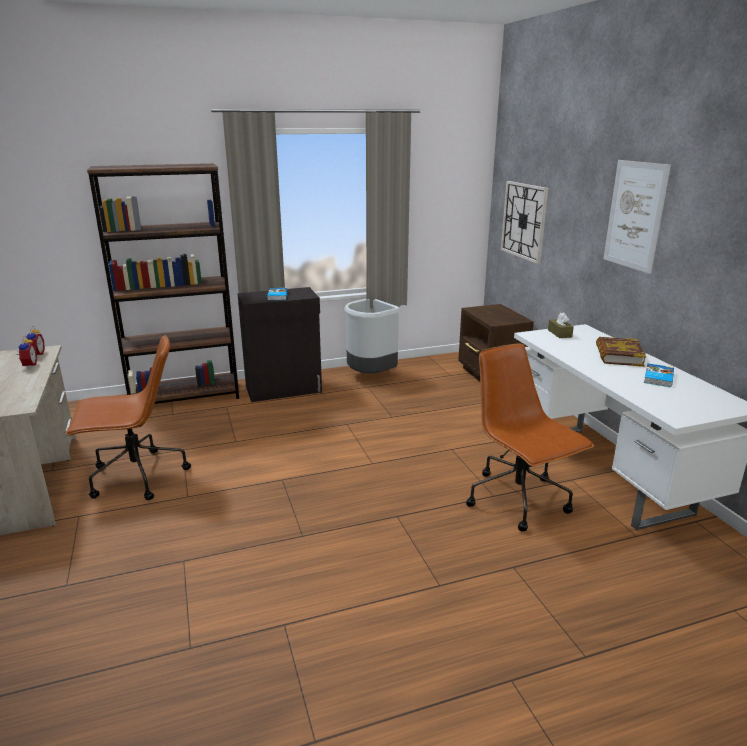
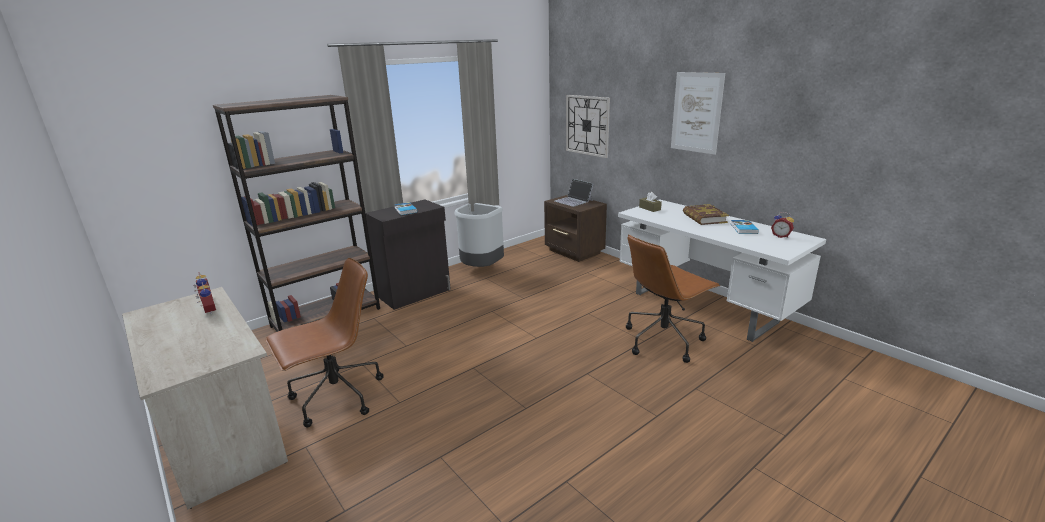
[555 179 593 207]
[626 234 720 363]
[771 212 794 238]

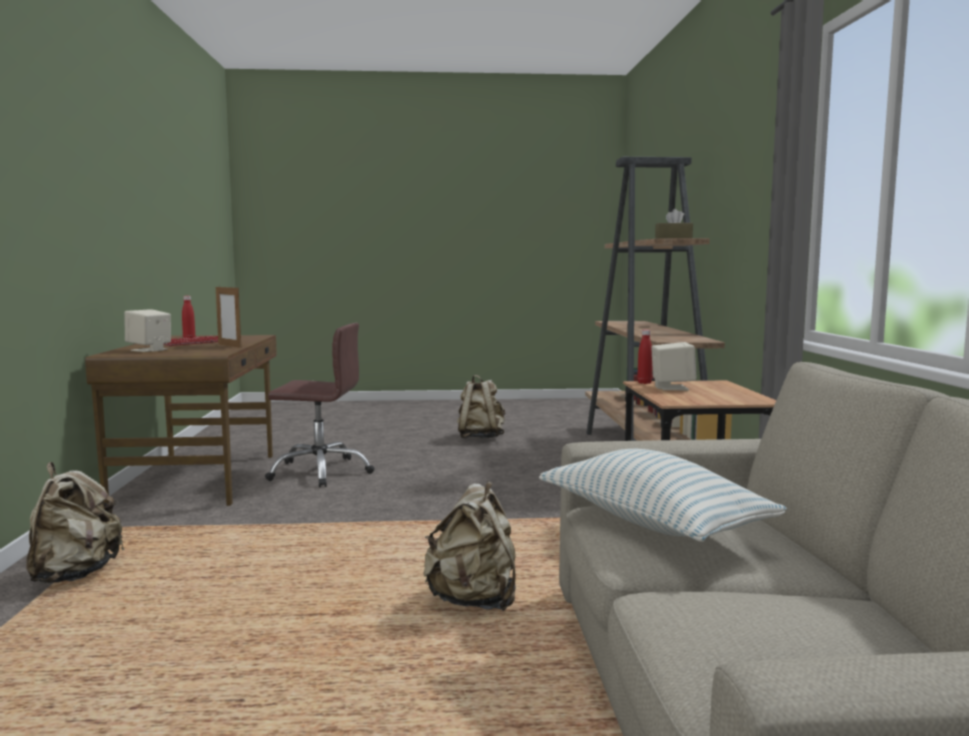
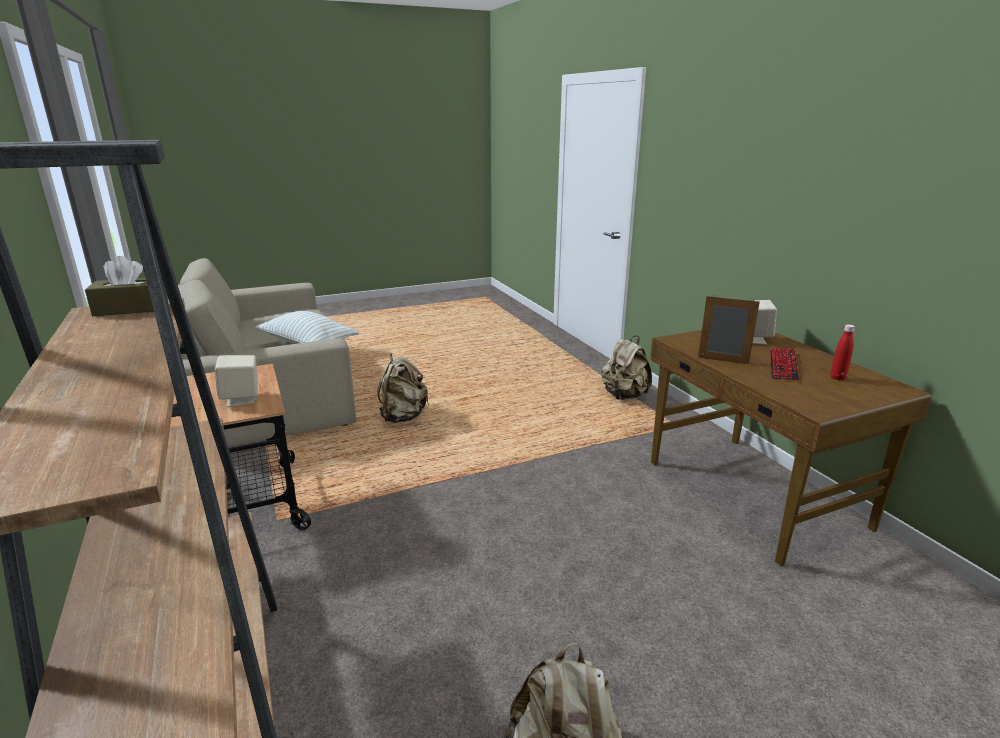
[265 323 375 487] (first image)
[637 330 652 384] (first image)

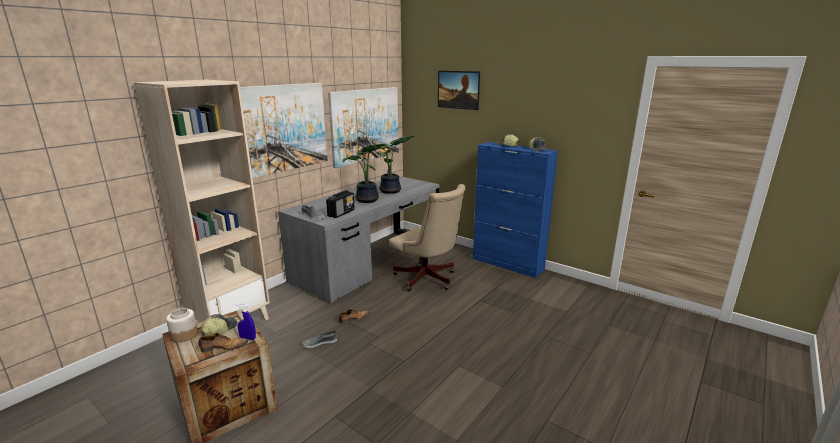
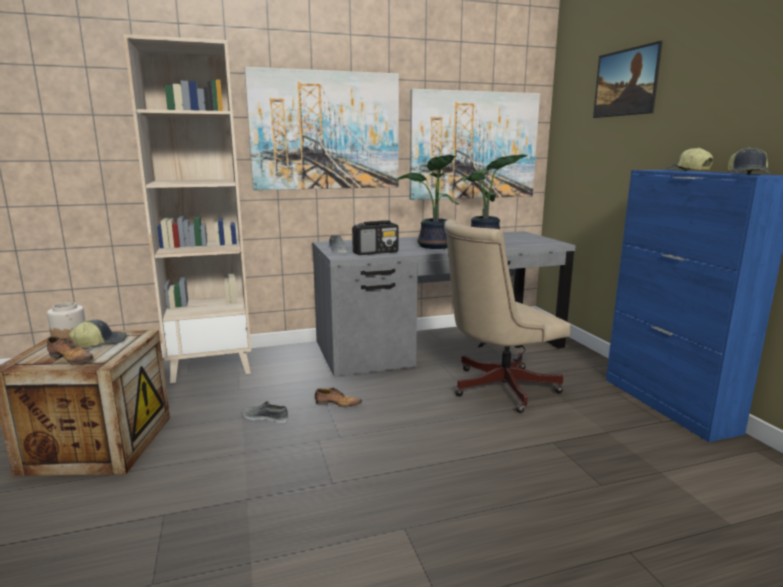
[444 219 570 413]
[236 303 256 340] (first image)

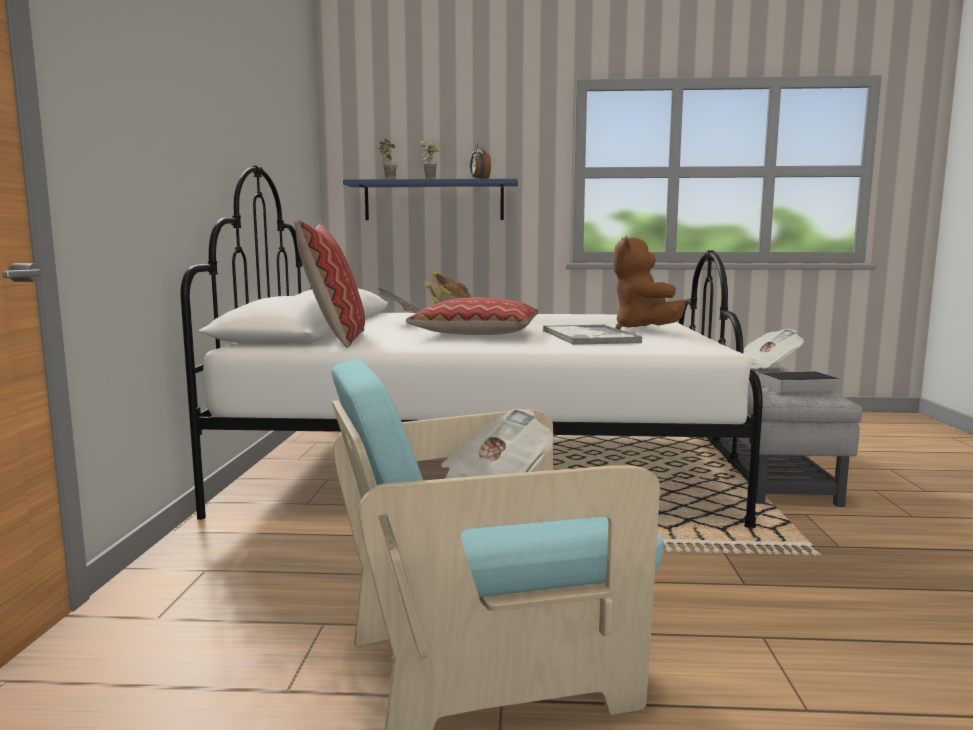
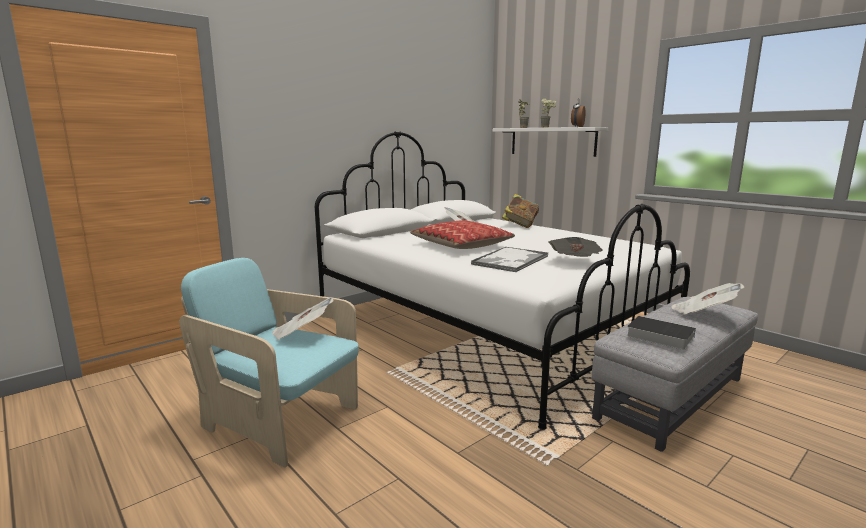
[493 127 608 157]
[549 237 603 257]
[294 220 365 348] (first image)

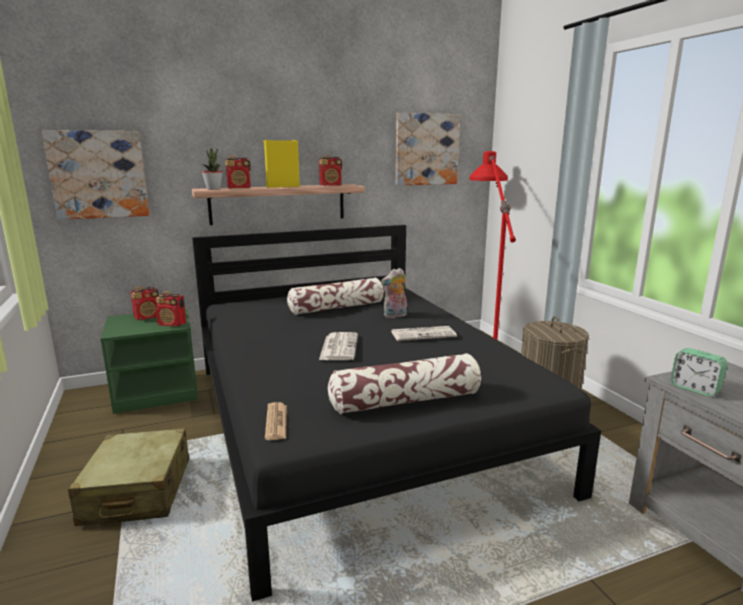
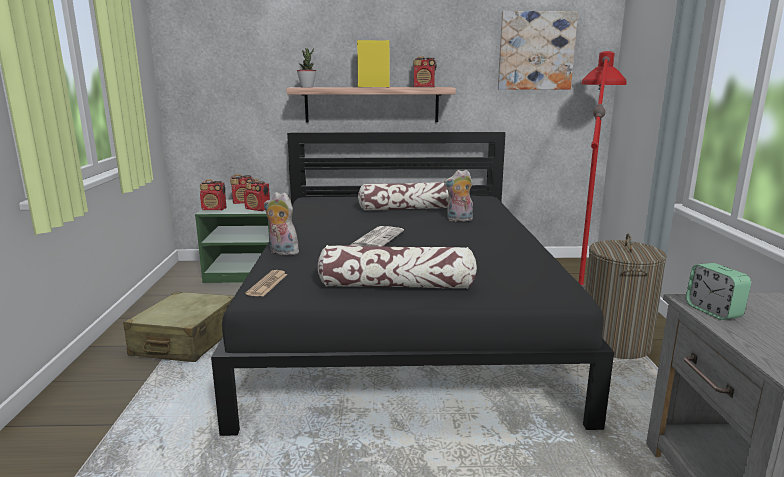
[200 179 226 210]
[264 192 299 256]
[42 130 149 220] (first image)
[391 326 457 341] (first image)

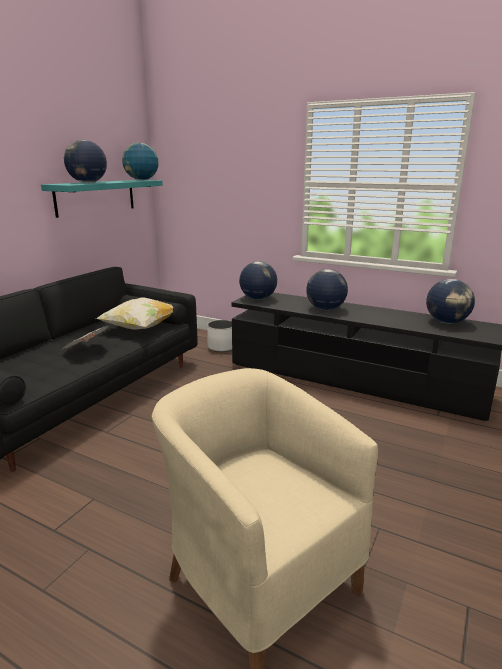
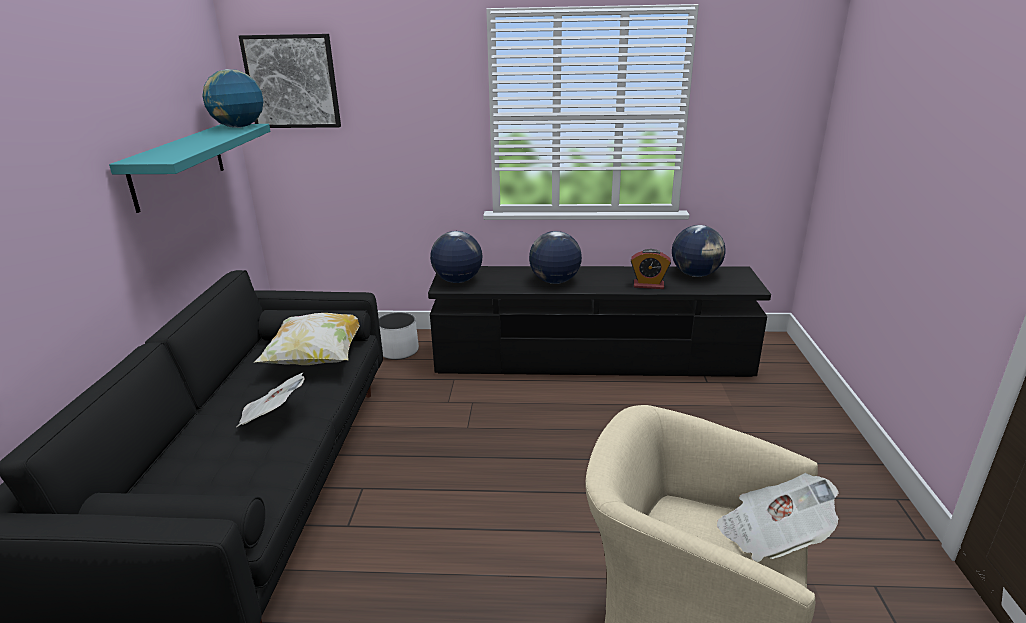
[239 34 341 128]
[631 249 671 289]
[717 473 839 562]
[64 140 107 183] (first image)

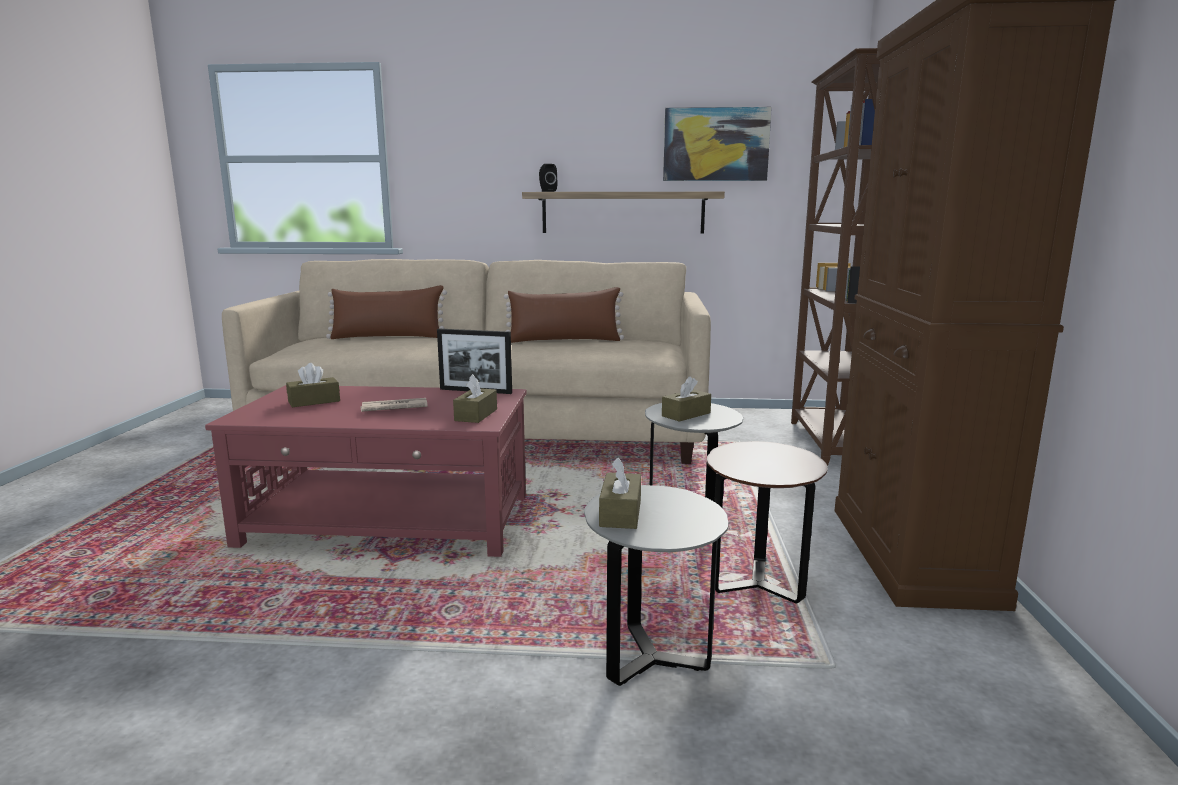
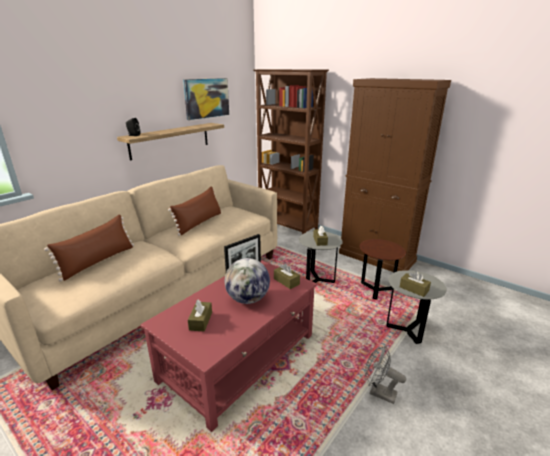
[225 258 270 304]
[365 346 406 404]

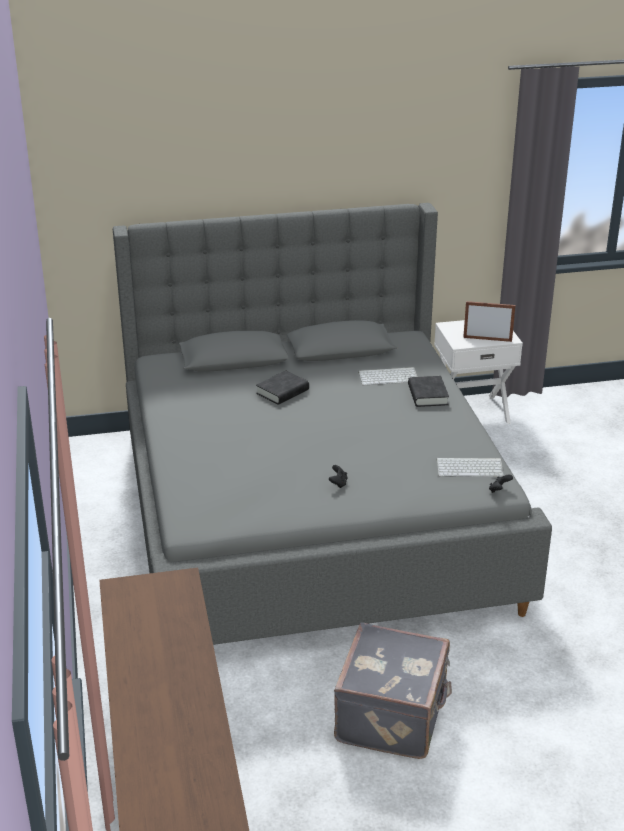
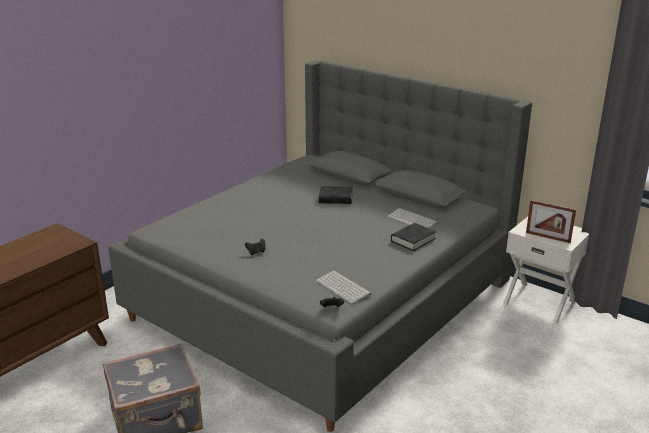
[526 200 576 243]

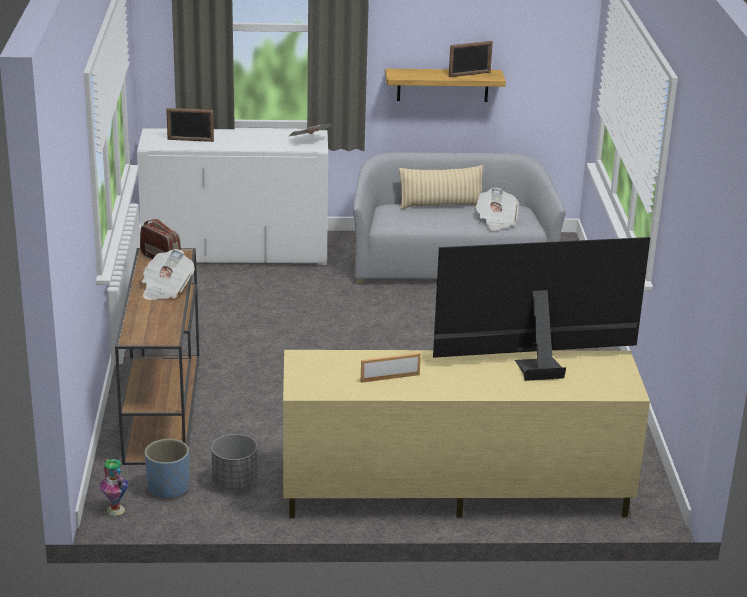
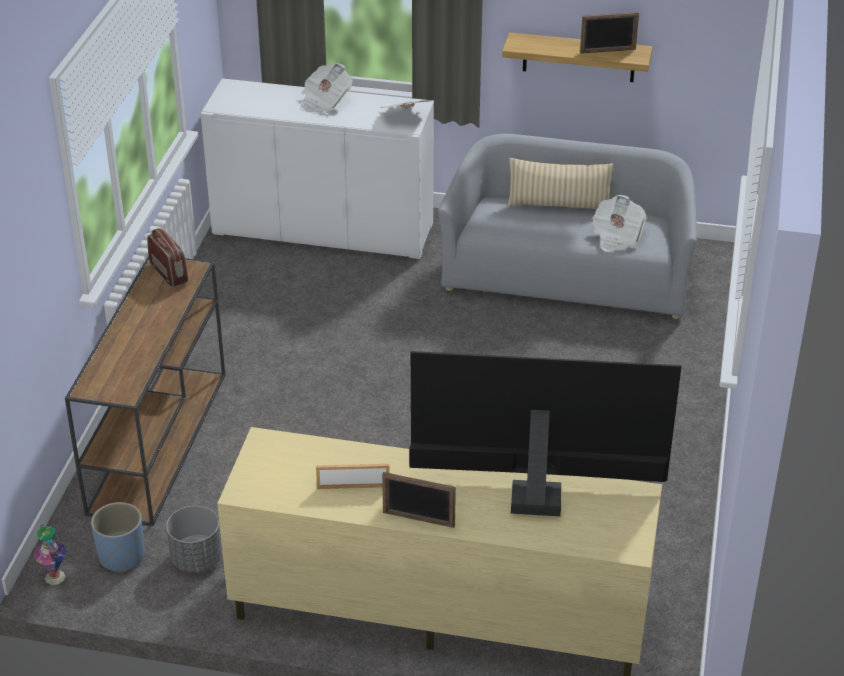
[300 63 352 113]
[382 472 456 528]

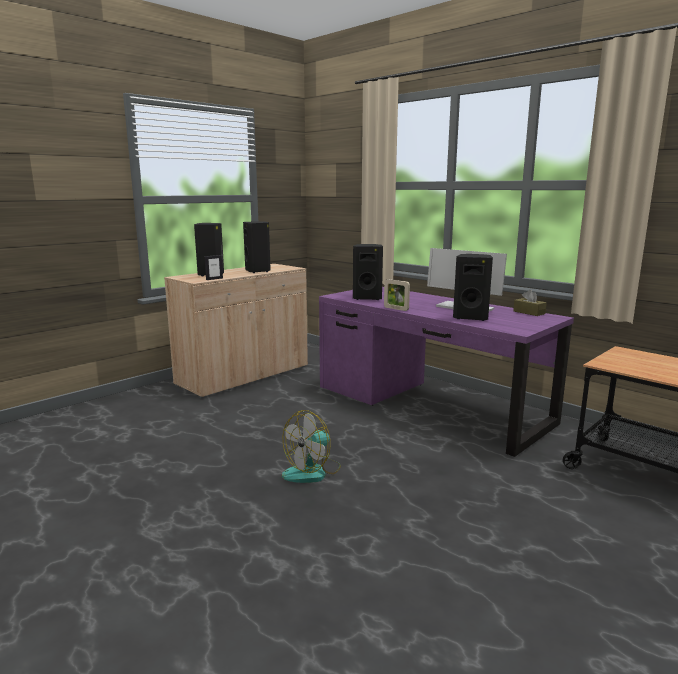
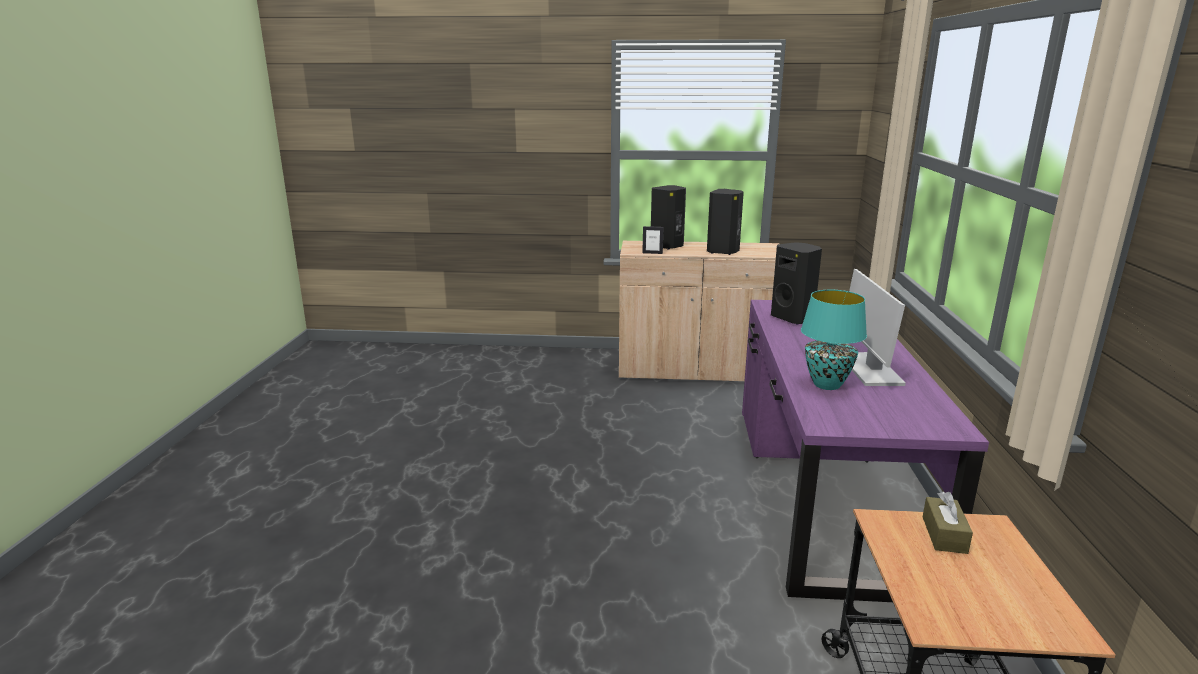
[801 290 867 390]
[923 492 973 554]
[282 410 341 483] (first image)
[384 279 410 311] (first image)

